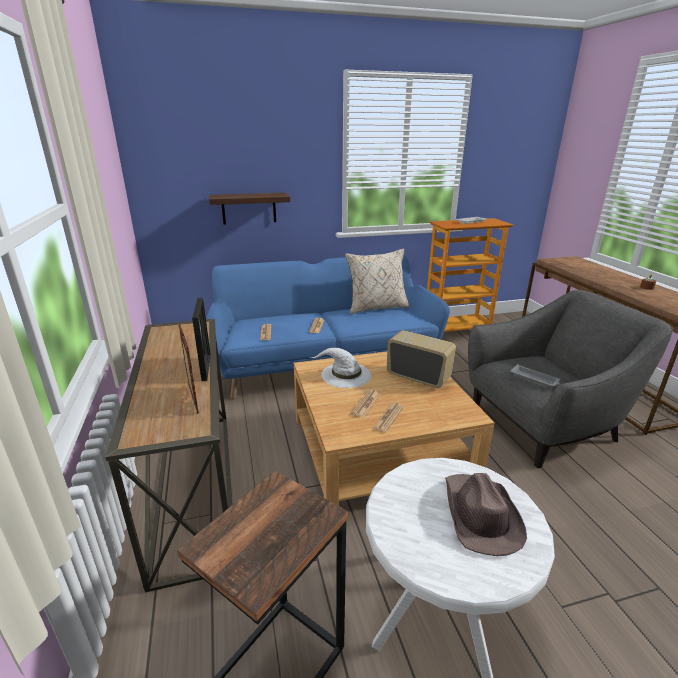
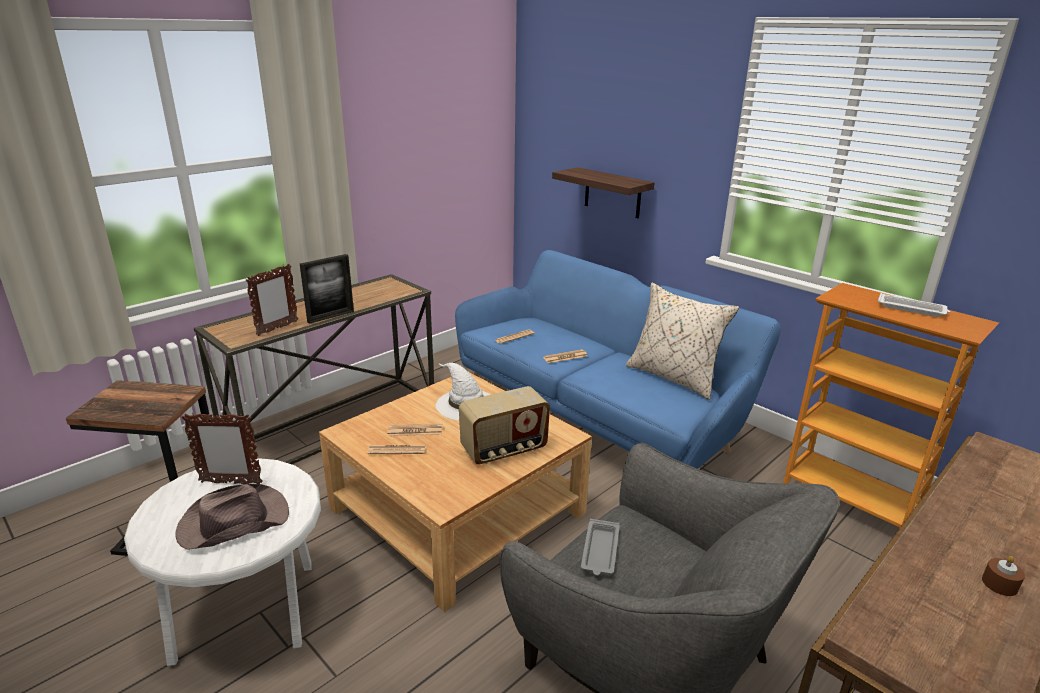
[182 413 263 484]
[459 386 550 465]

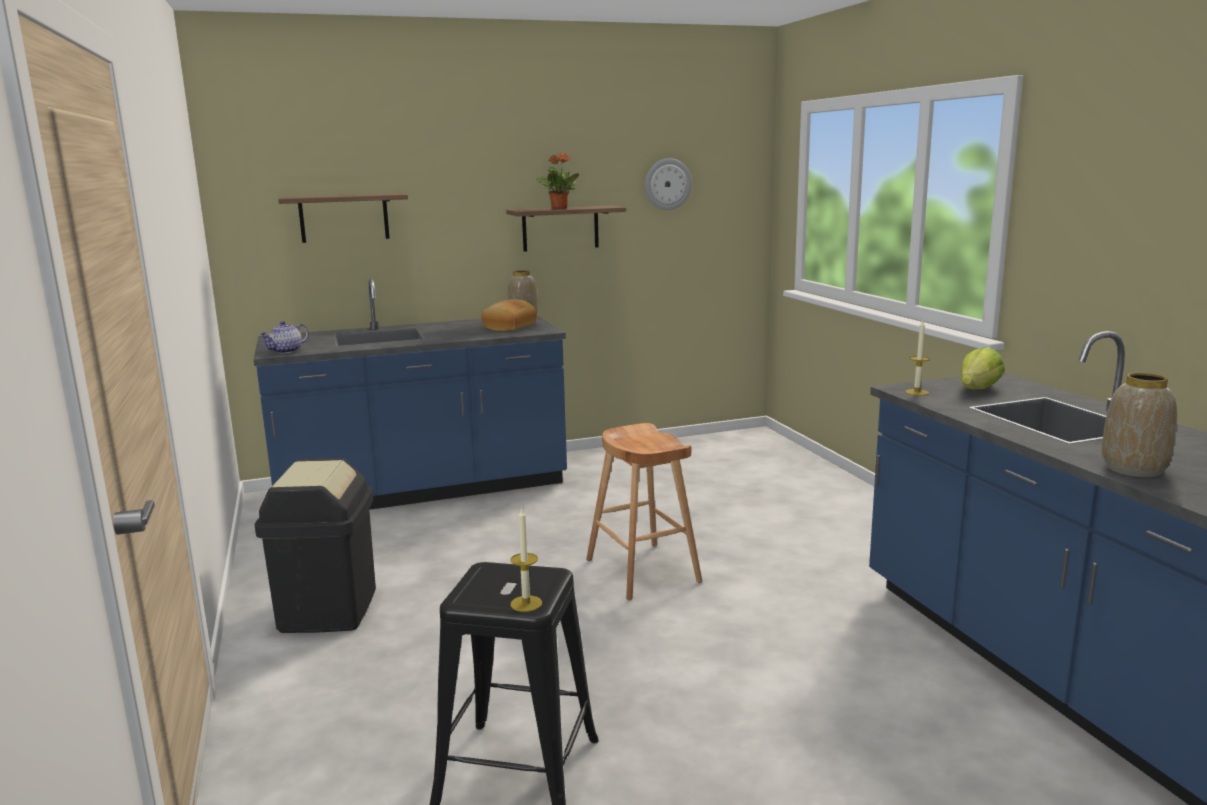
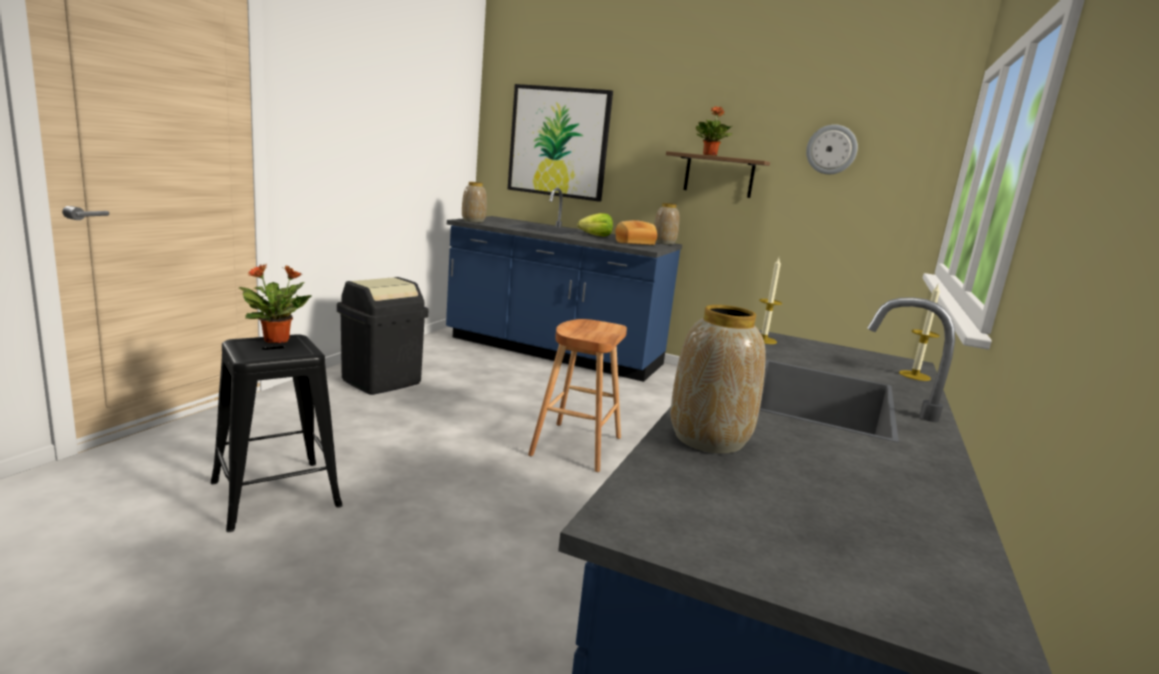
[239 264 312 343]
[462 182 487 223]
[508 84 613 202]
[578 213 613 237]
[899 285 940 381]

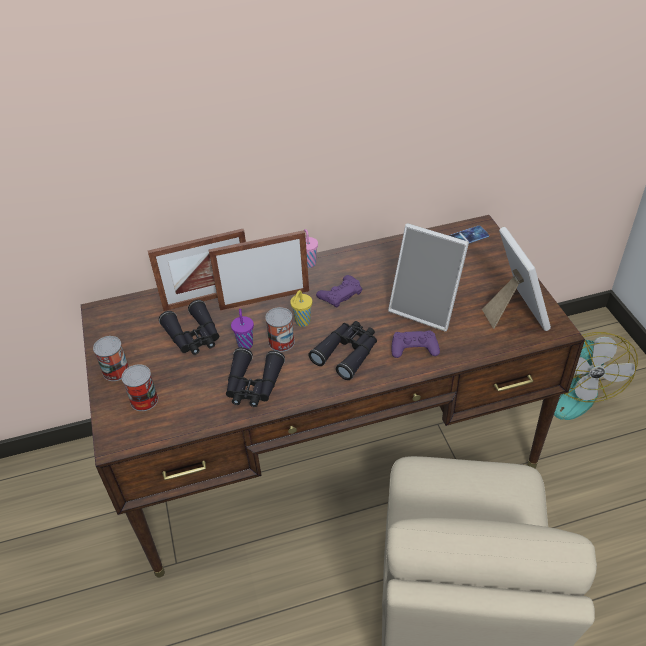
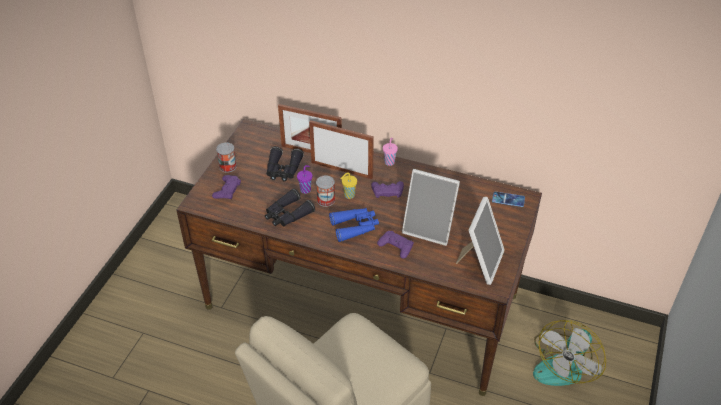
[212 175 241 199]
[329 208 379 242]
[402 169 460 246]

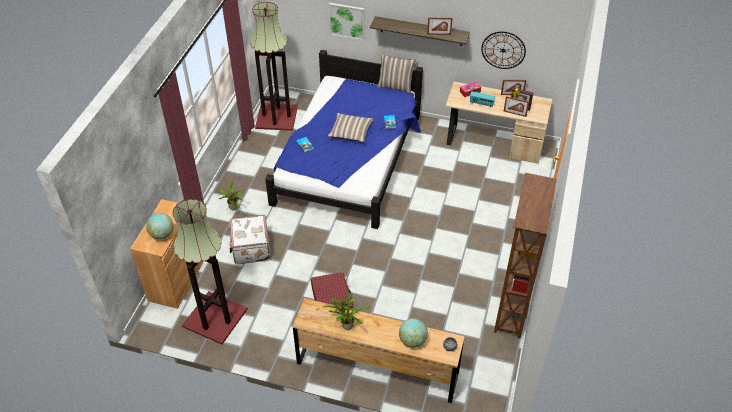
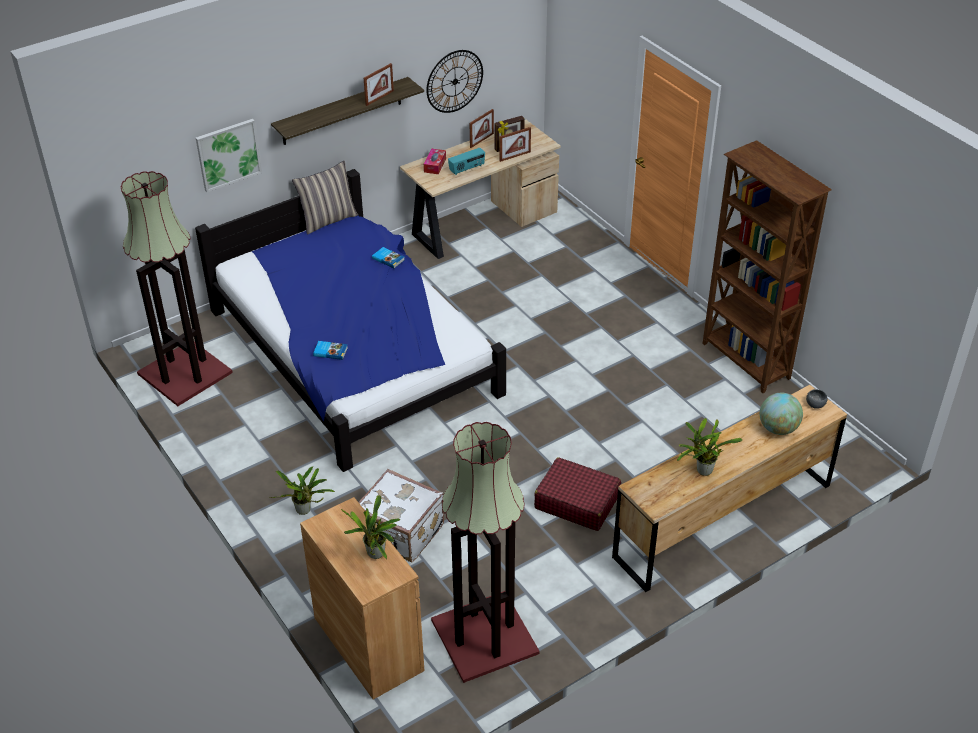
[341 495 400 559]
[328 113 373 143] (first image)

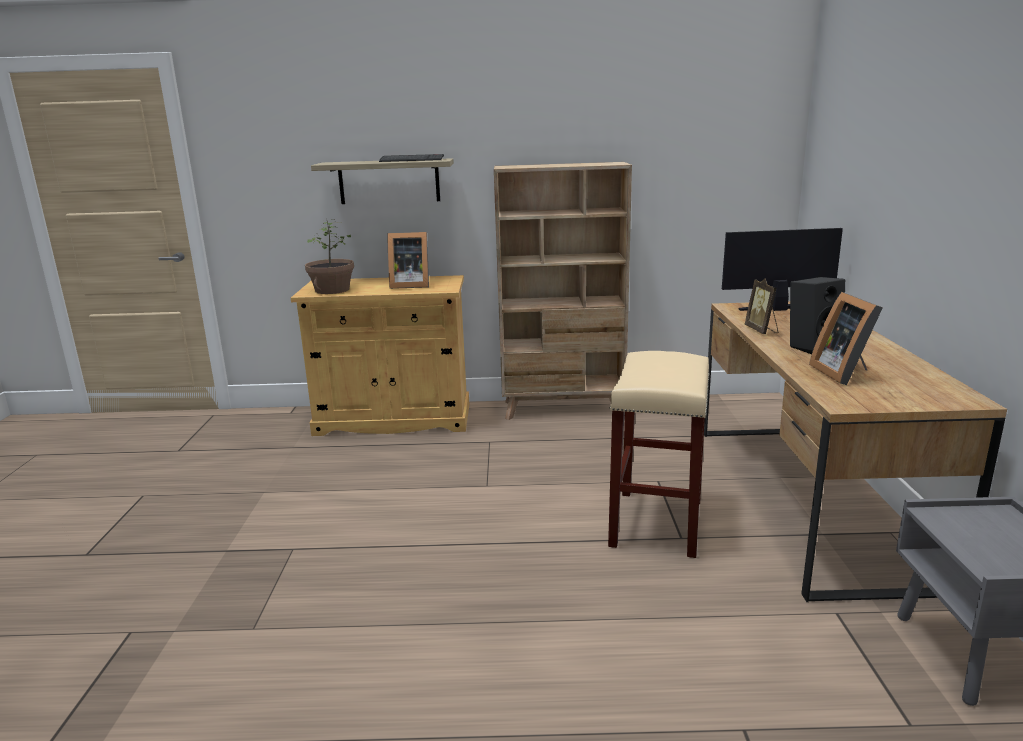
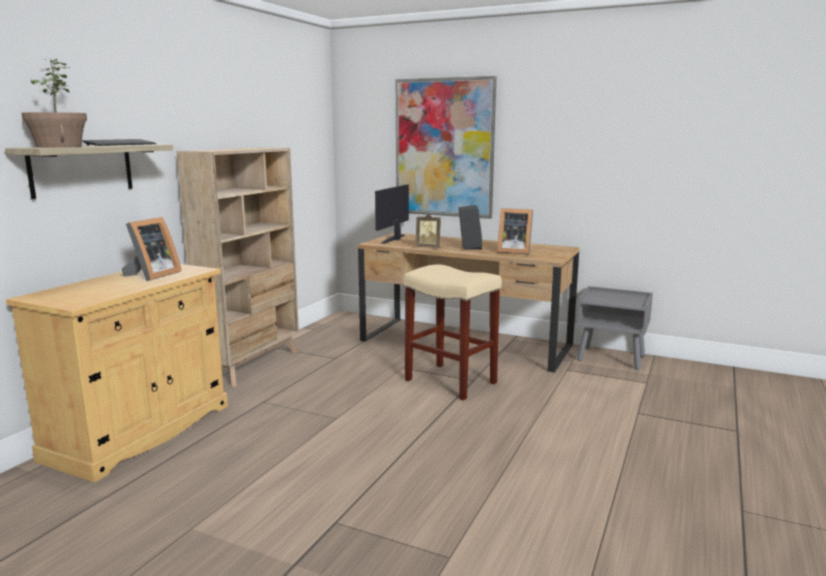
[21 59 87 147]
[395 76 496 219]

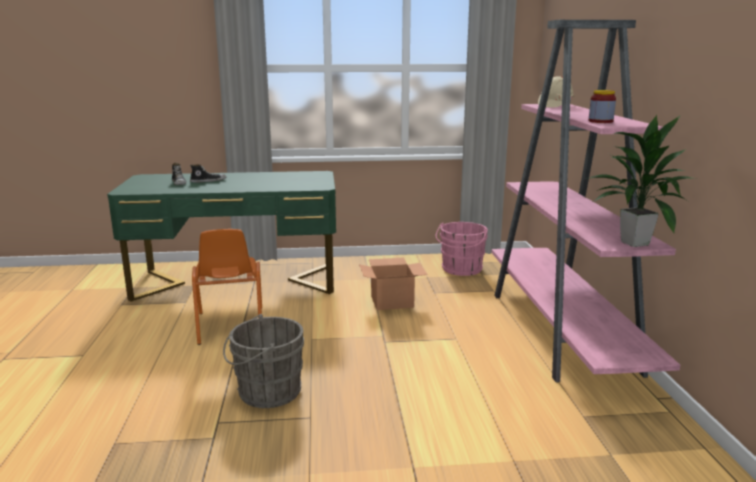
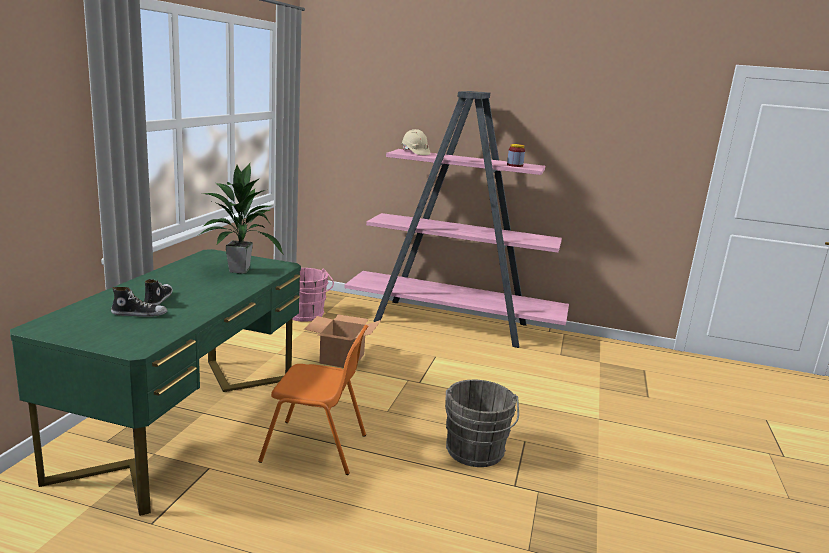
[199 163 284 274]

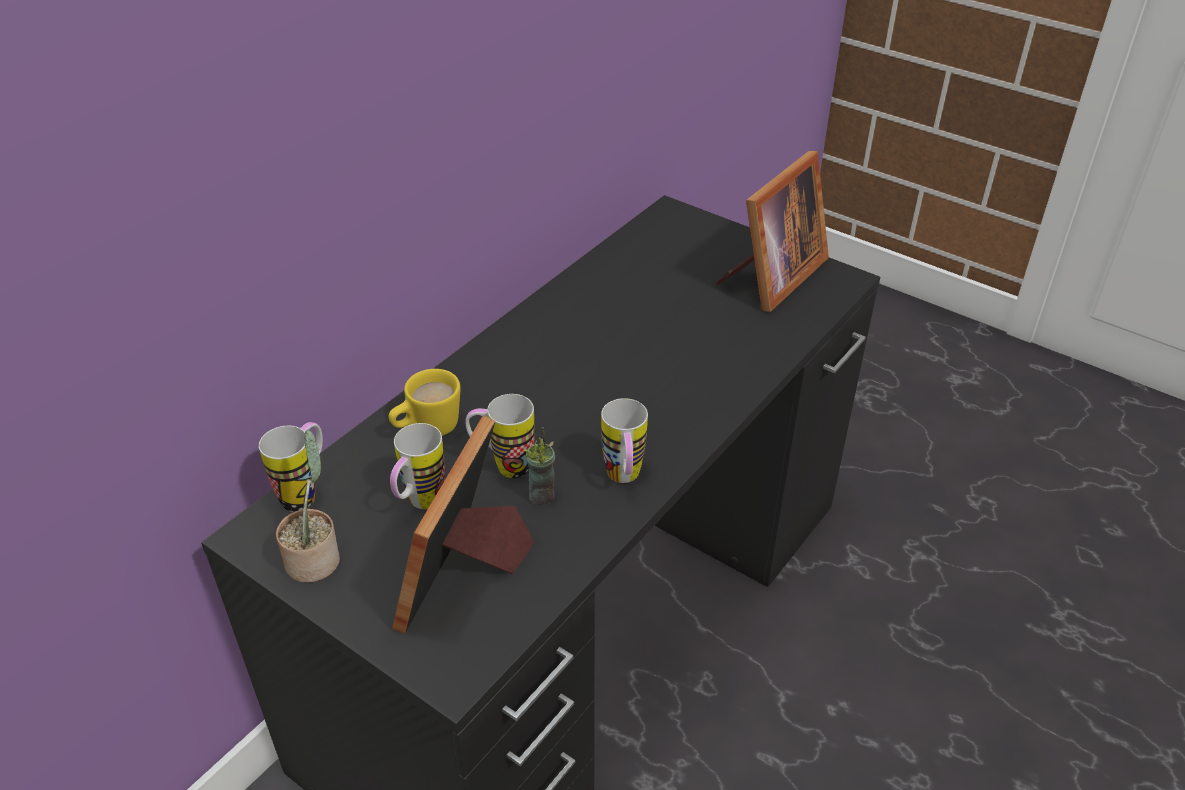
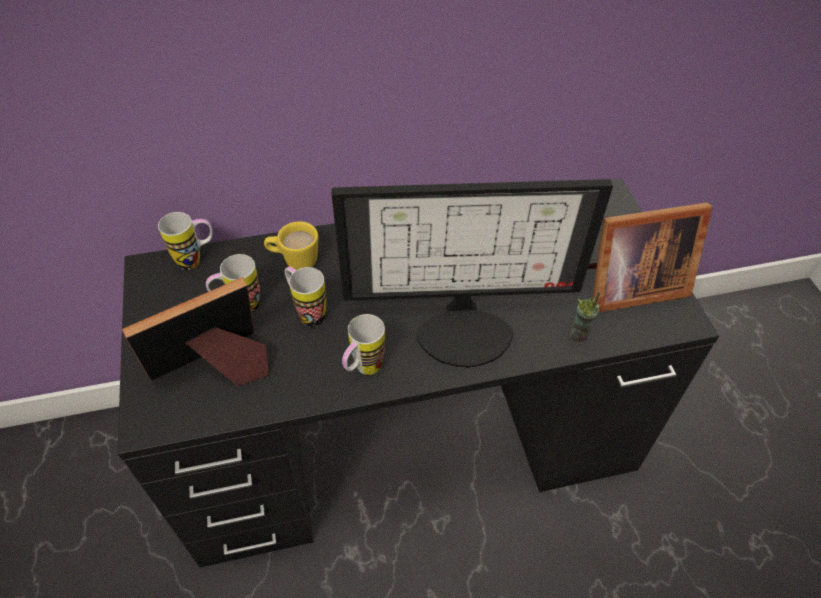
[332 179 613 368]
[570 292 601 342]
[276 430 340 583] (first image)

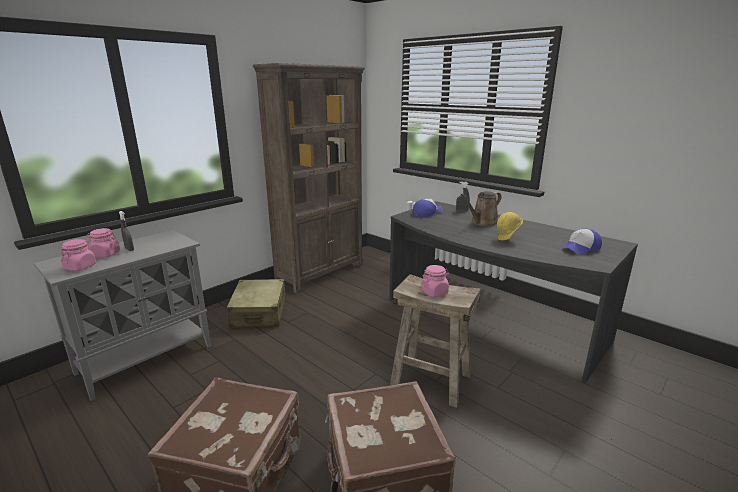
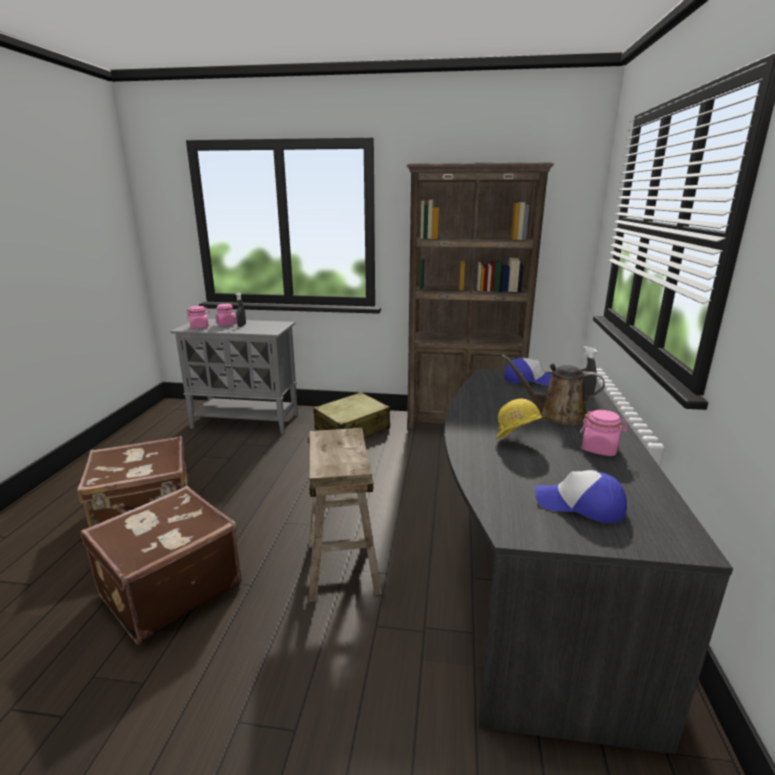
[580 410 628 456]

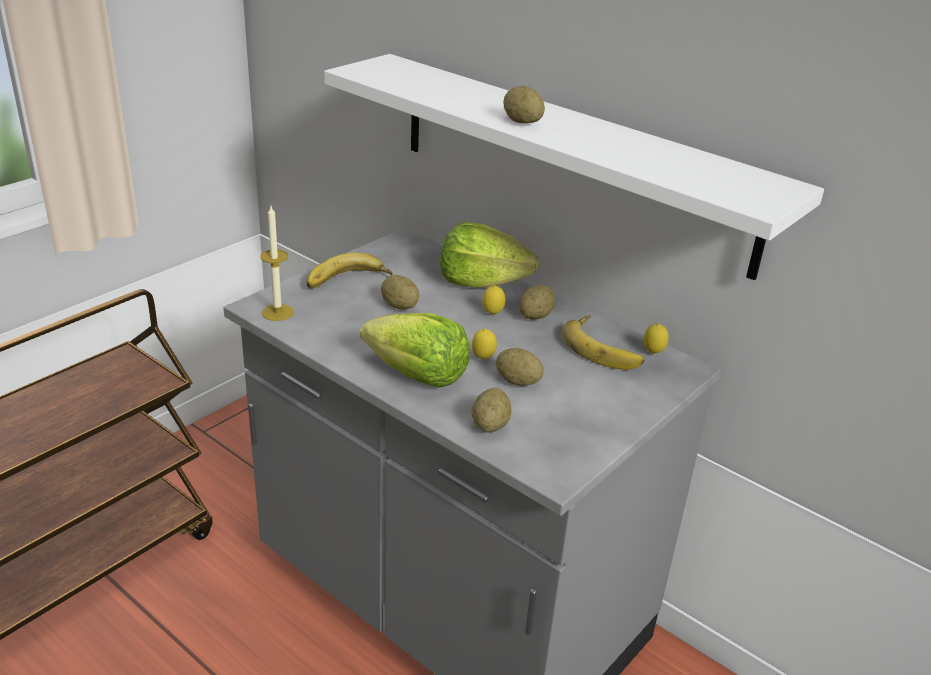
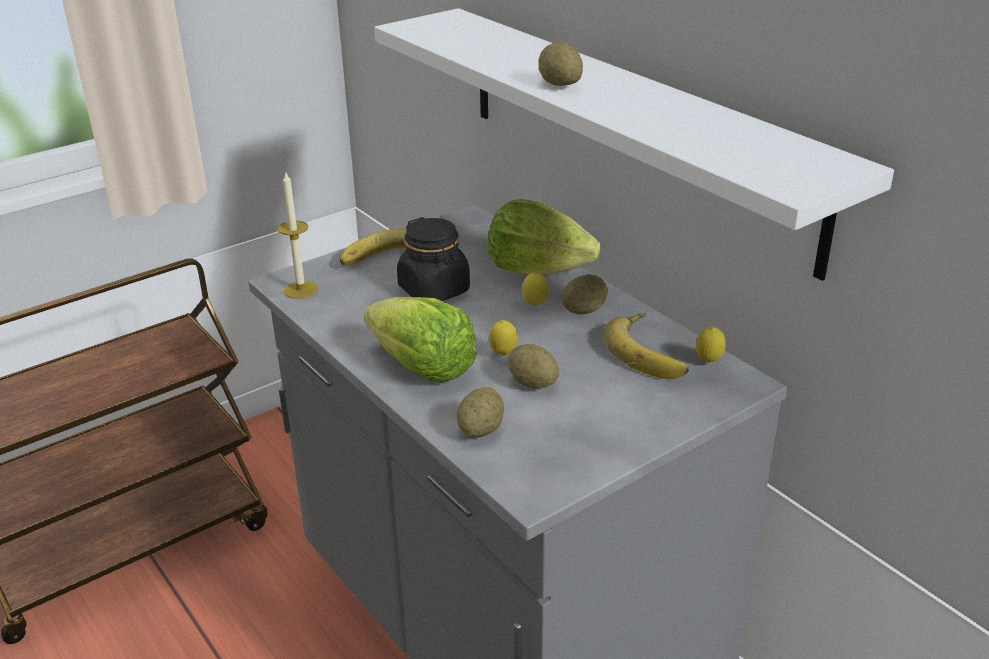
[397 217 470 301]

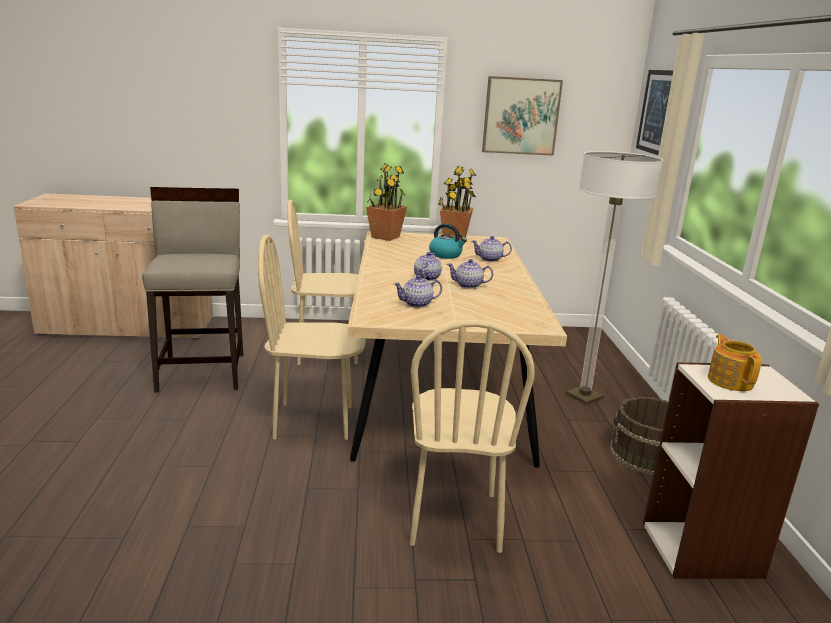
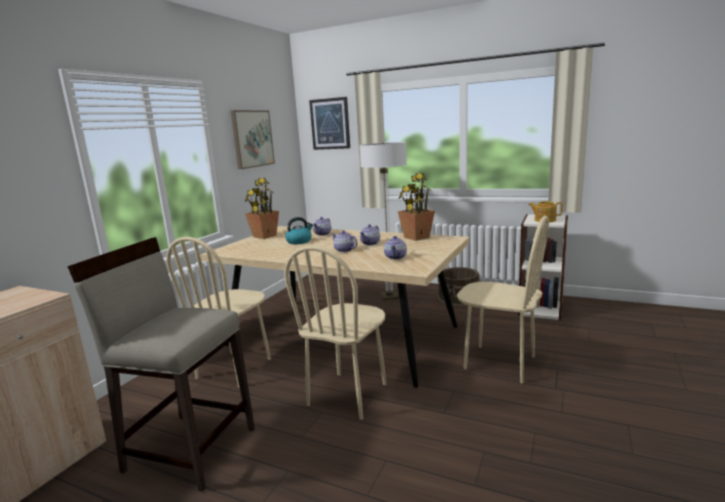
[398 173 435 241]

